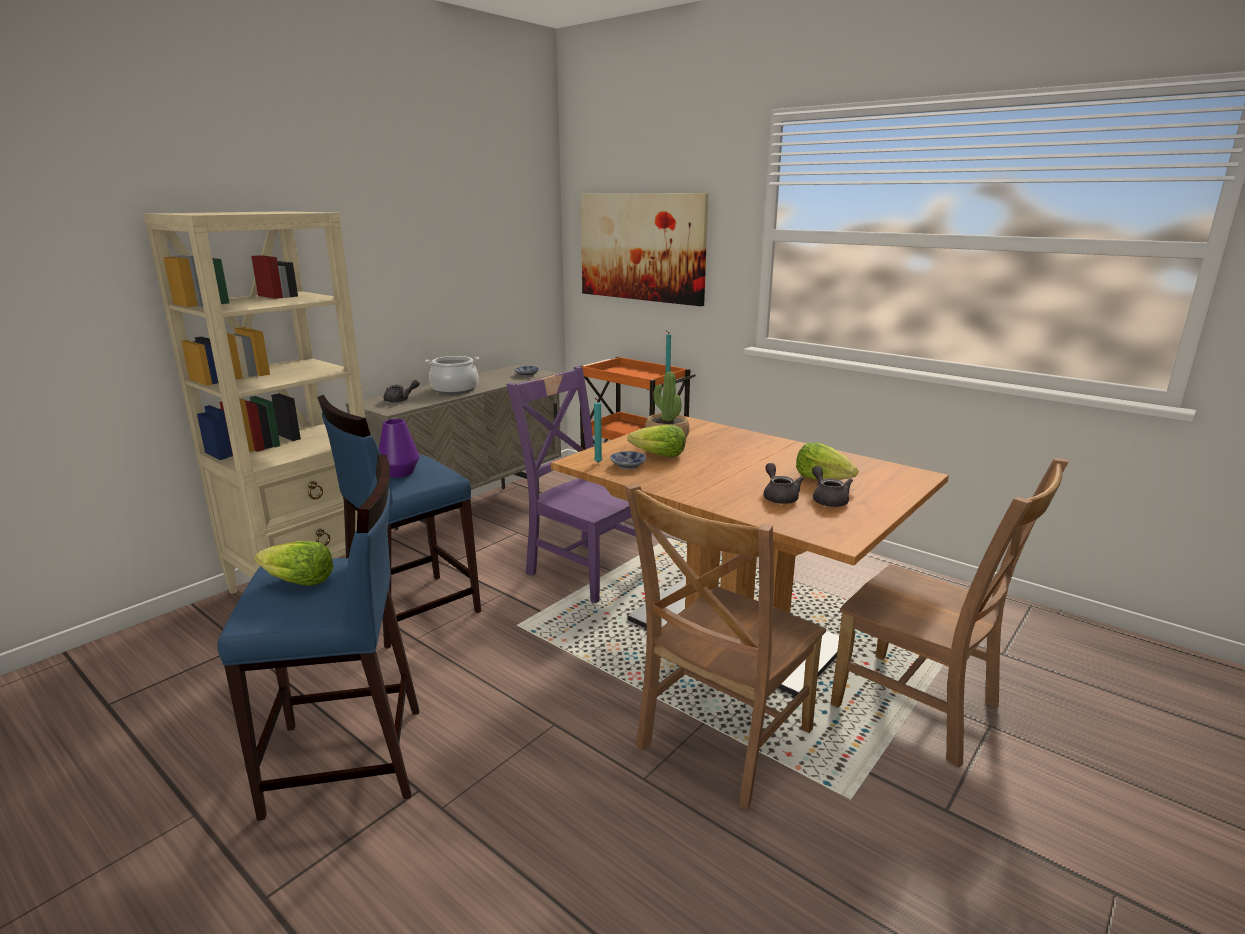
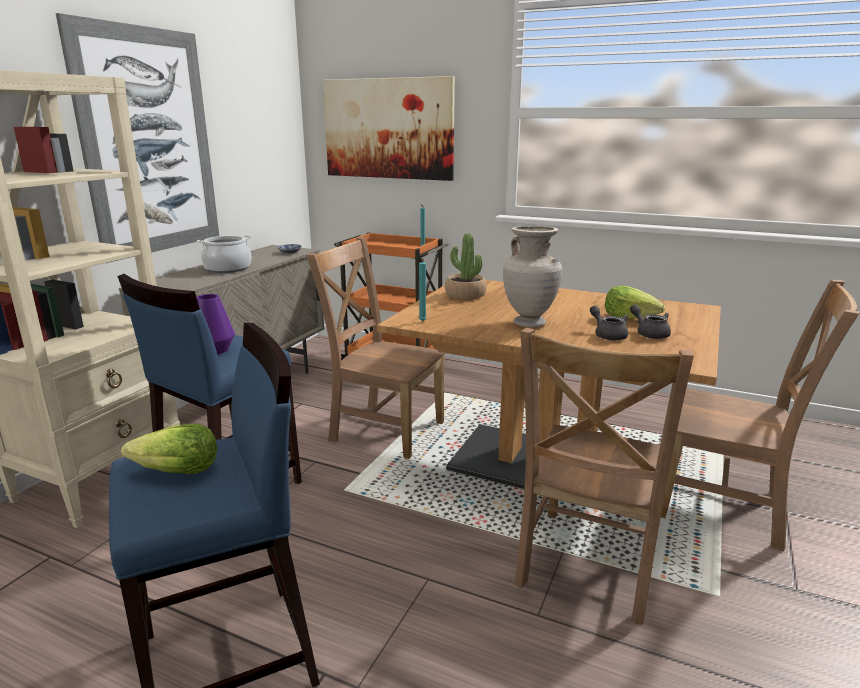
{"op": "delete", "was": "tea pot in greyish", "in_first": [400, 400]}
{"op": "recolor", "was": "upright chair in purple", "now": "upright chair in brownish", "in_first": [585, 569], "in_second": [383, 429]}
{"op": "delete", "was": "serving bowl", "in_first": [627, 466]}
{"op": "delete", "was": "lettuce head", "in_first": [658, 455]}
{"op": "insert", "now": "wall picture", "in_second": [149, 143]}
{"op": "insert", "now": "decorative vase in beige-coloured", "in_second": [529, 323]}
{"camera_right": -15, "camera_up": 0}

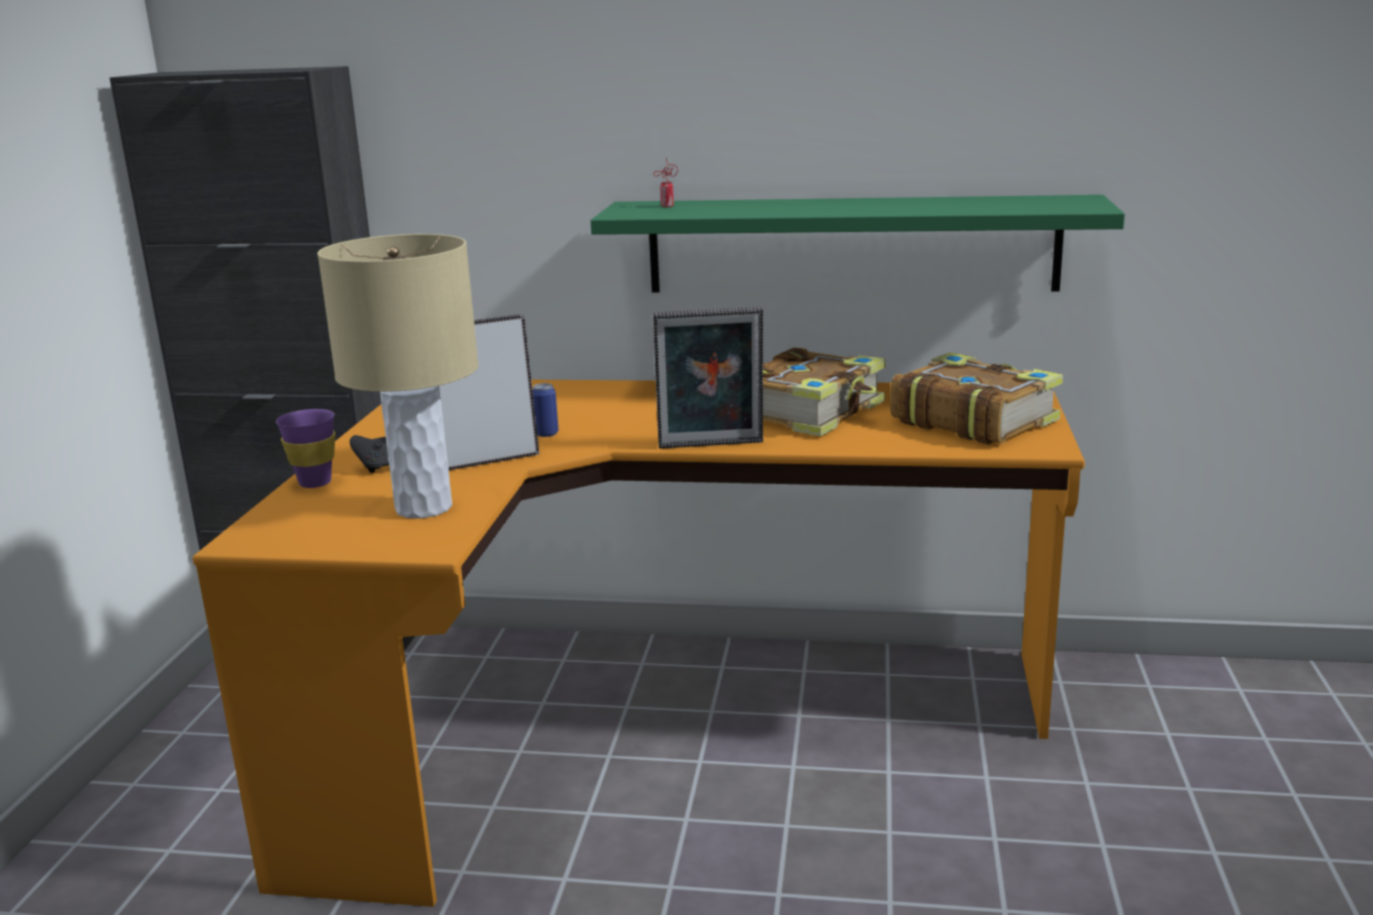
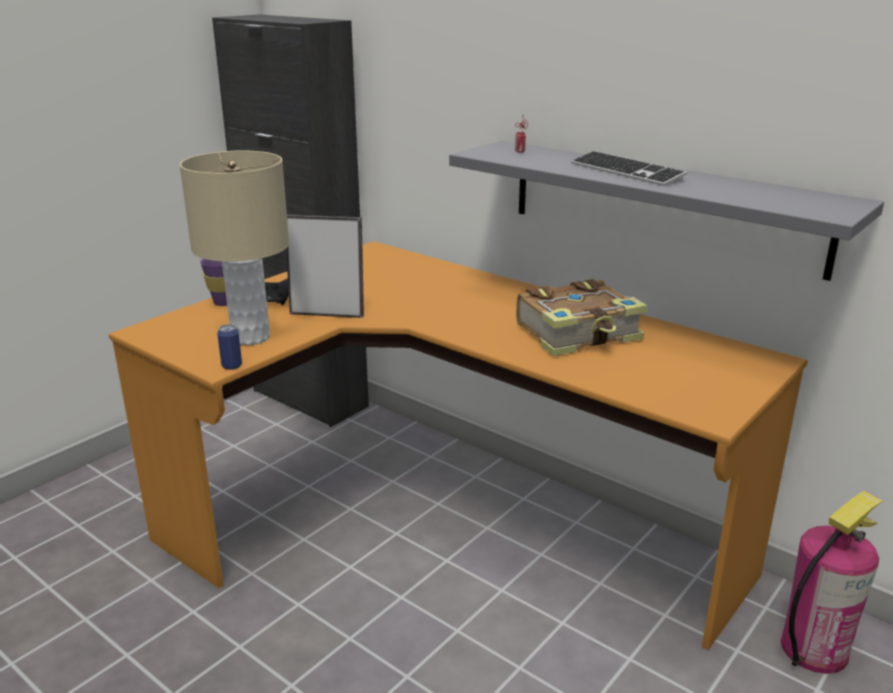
{"op": "move", "was": "metal can", "in_first": [546, 433], "in_second": [232, 366]}
{"op": "recolor", "was": "wall shelf in green", "now": "wall shelf in greyish", "in_first": [851, 245], "in_second": [661, 205]}
{"op": "delete", "was": "picture frame", "in_first": [711, 446]}
{"op": "delete", "was": "volume", "in_first": [972, 420]}
{"op": "insert", "now": "PC keyboard", "in_second": [626, 171]}
{"op": "insert", "now": "fire extinguisher", "in_second": [813, 648]}
{"camera_right": 30, "camera_up": 5}

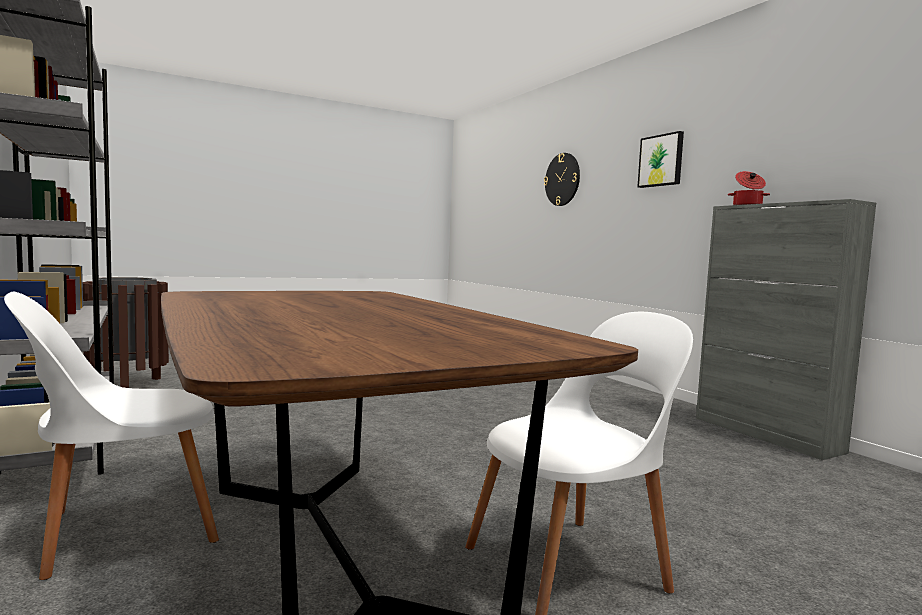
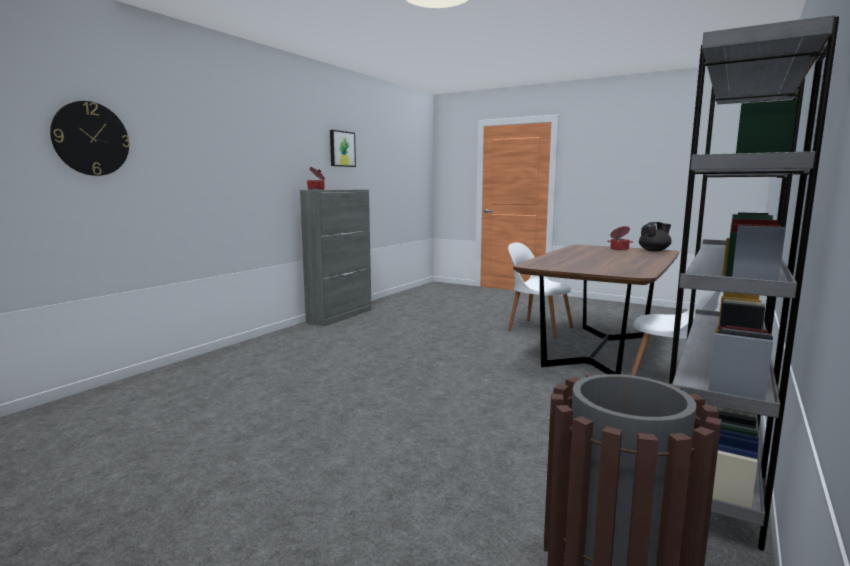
{"op": "move", "was": "wall picture", "in_first": [661, 160], "in_second": [341, 149]}
{"op": "insert", "now": "cooking pot", "in_second": [619, 249]}
{"op": "insert", "now": "tea pot in black", "in_second": [654, 251]}
{"camera_right": -120, "camera_up": 5}

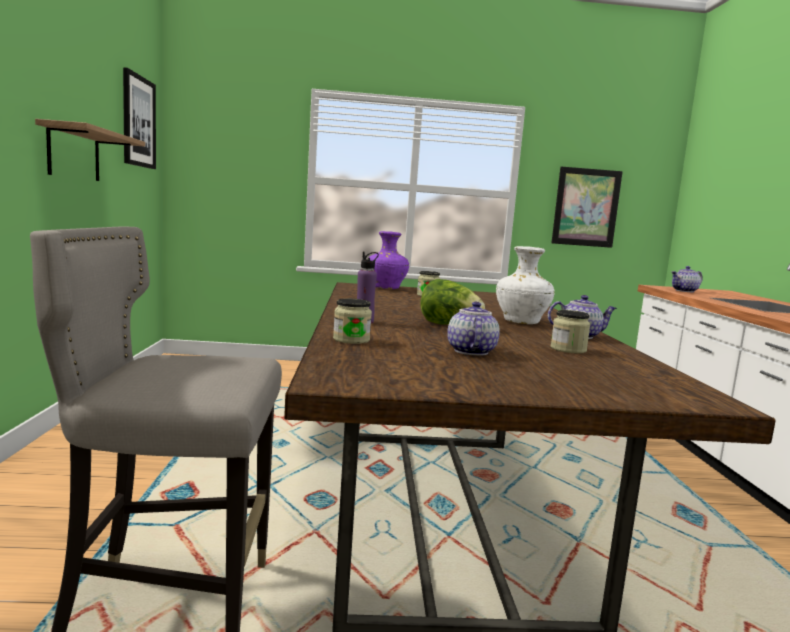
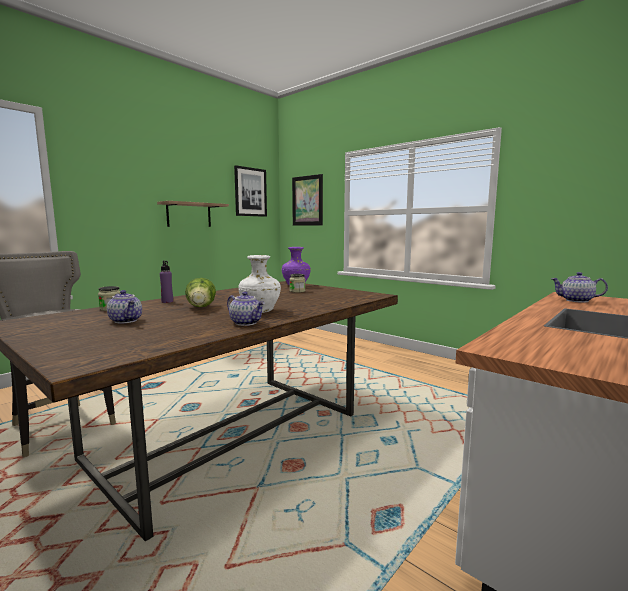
{"op": "rotate", "was": "tea pot", "in_first": [469, 351], "in_second": [126, 321], "clockwise": 90}
{"op": "move", "was": "wall picture", "in_first": [586, 207], "in_second": [307, 200]}
{"op": "delete", "was": "preserve jar", "in_first": [568, 349]}
{"camera_right": 45, "camera_up": 0}

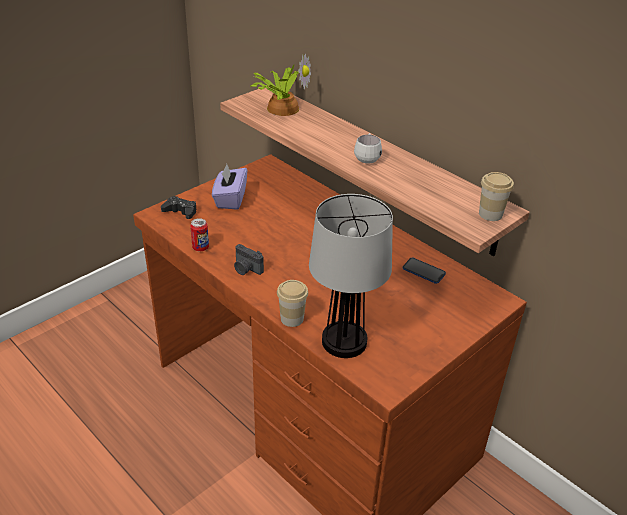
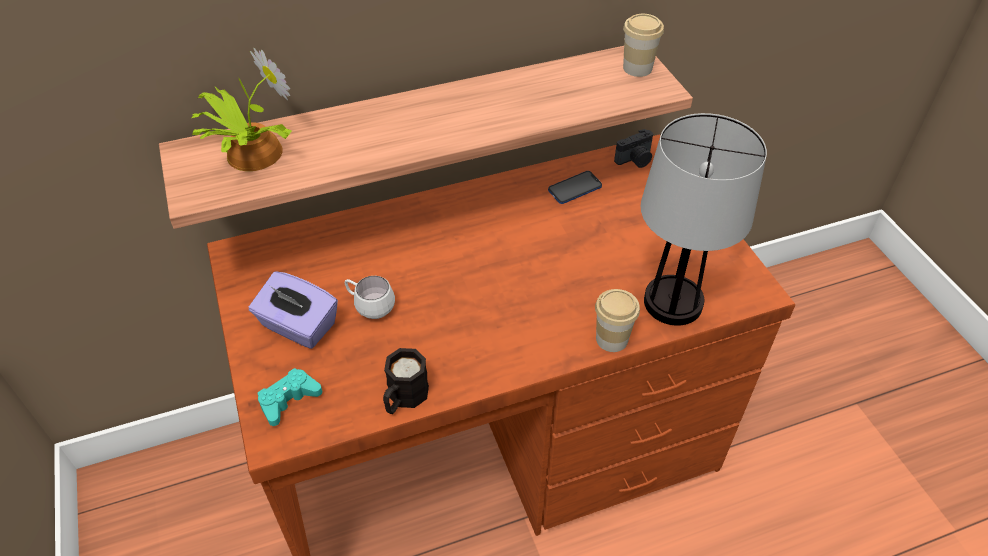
{"op": "recolor", "was": "gamepad in black", "now": "gamepad in turquoise-coloured", "in_first": [180, 211], "in_second": [289, 400]}
{"op": "replace", "was": "metal can", "now": "mug in black", "in_first": [200, 248], "in_second": [404, 398]}
{"op": "move", "was": "still camera", "in_first": [246, 269], "in_second": [635, 160]}
{"op": "move", "was": "mug in white-coloured", "in_first": [367, 157], "in_second": [369, 307]}
{"camera_right": -65, "camera_up": 10}

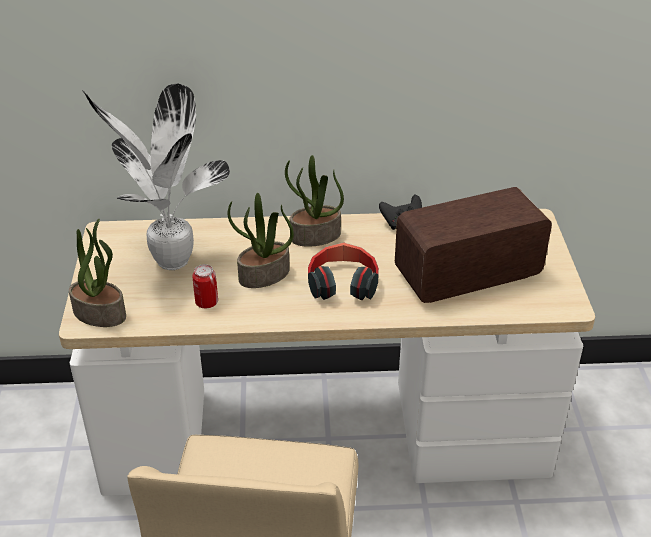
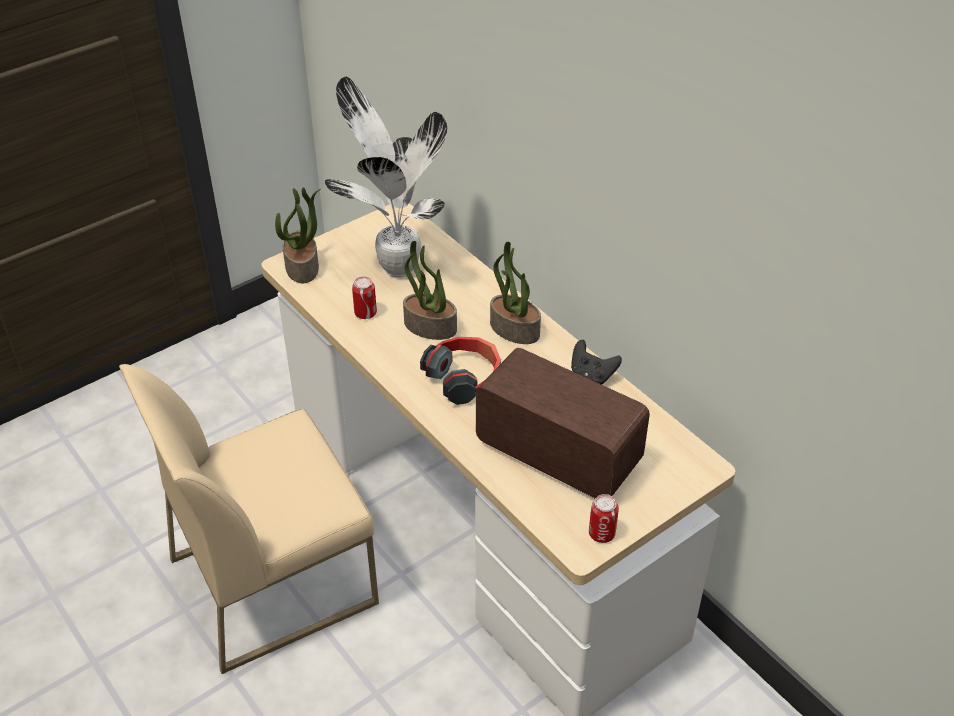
{"op": "insert", "now": "metal can", "in_second": [601, 534]}
{"camera_right": 55, "camera_up": 5}

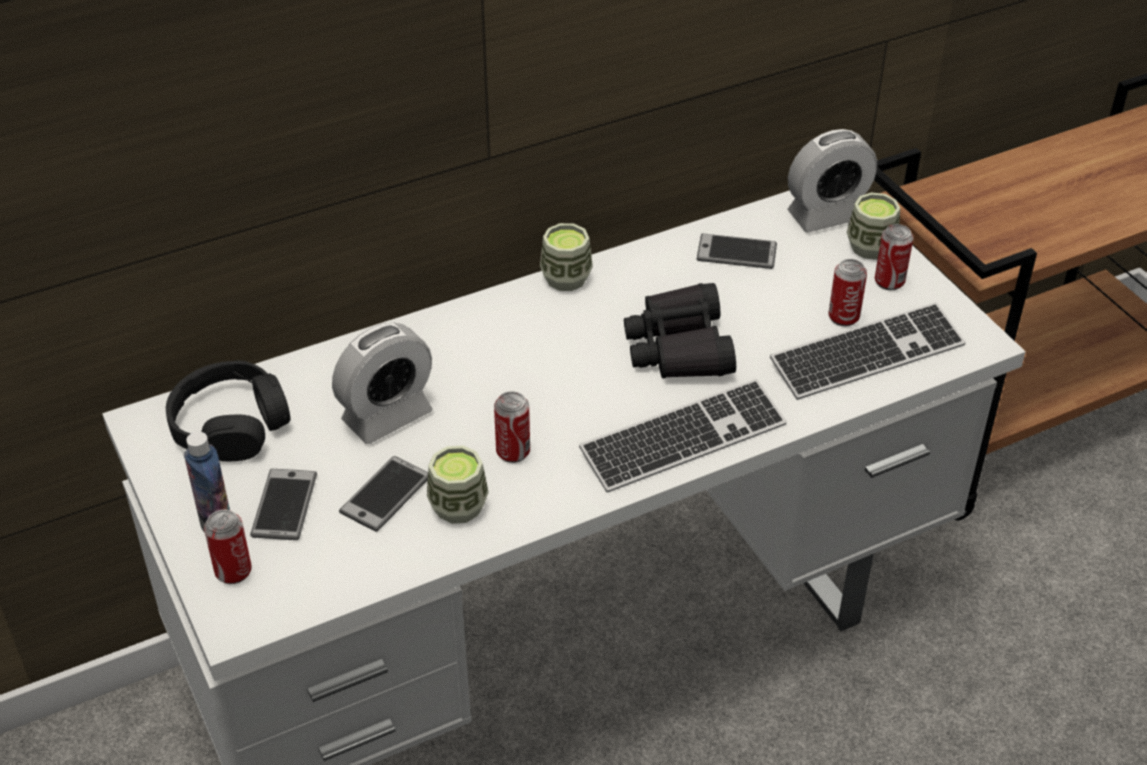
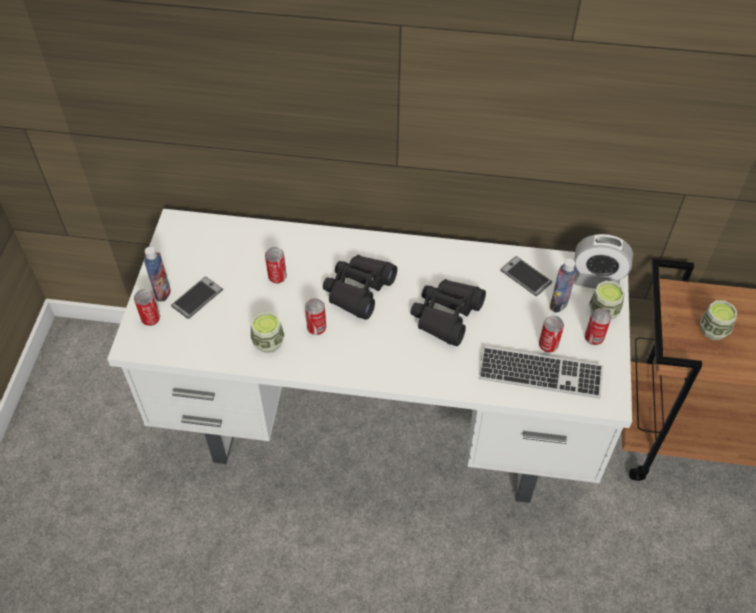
{"op": "delete", "was": "headset in black", "in_first": [230, 425]}
{"op": "replace", "was": "bedside clock", "now": "metal can", "in_first": [387, 416], "in_second": [277, 277]}
{"op": "delete", "was": "telephone", "in_first": [385, 494]}
{"op": "move", "was": "small cup", "in_first": [566, 278], "in_second": [713, 330]}
{"op": "delete", "was": "PC keyboard", "in_first": [683, 439]}
{"op": "insert", "now": "pair of binoculars in black", "in_second": [358, 290]}
{"op": "insert", "now": "bottle", "in_second": [559, 303]}
{"camera_right": 35, "camera_up": 10}

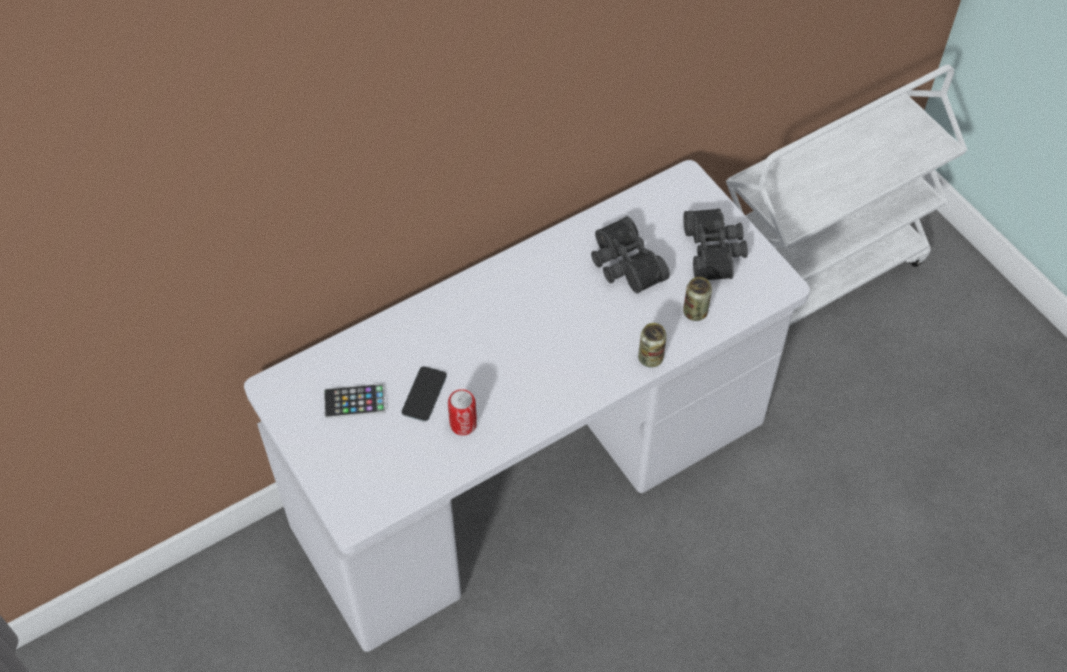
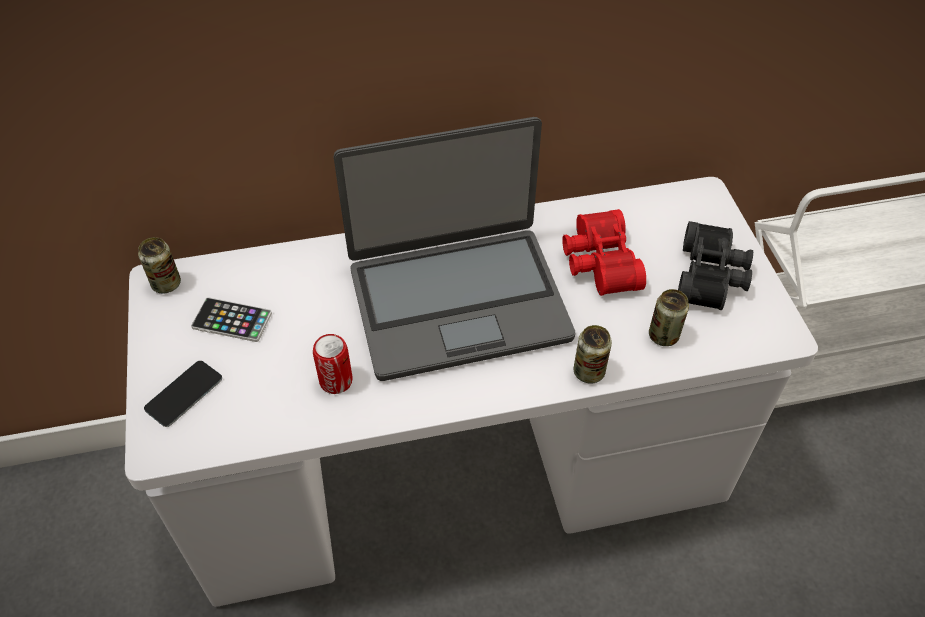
{"op": "move", "was": "telephone", "in_first": [424, 394], "in_second": [184, 394]}
{"op": "recolor", "was": "pair of binoculars in black", "now": "pair of binoculars in red-coloured", "in_first": [623, 265], "in_second": [597, 263]}
{"op": "insert", "now": "metal can", "in_second": [166, 284]}
{"op": "insert", "now": "laptop", "in_second": [458, 301]}
{"camera_right": 20, "camera_up": -5}

